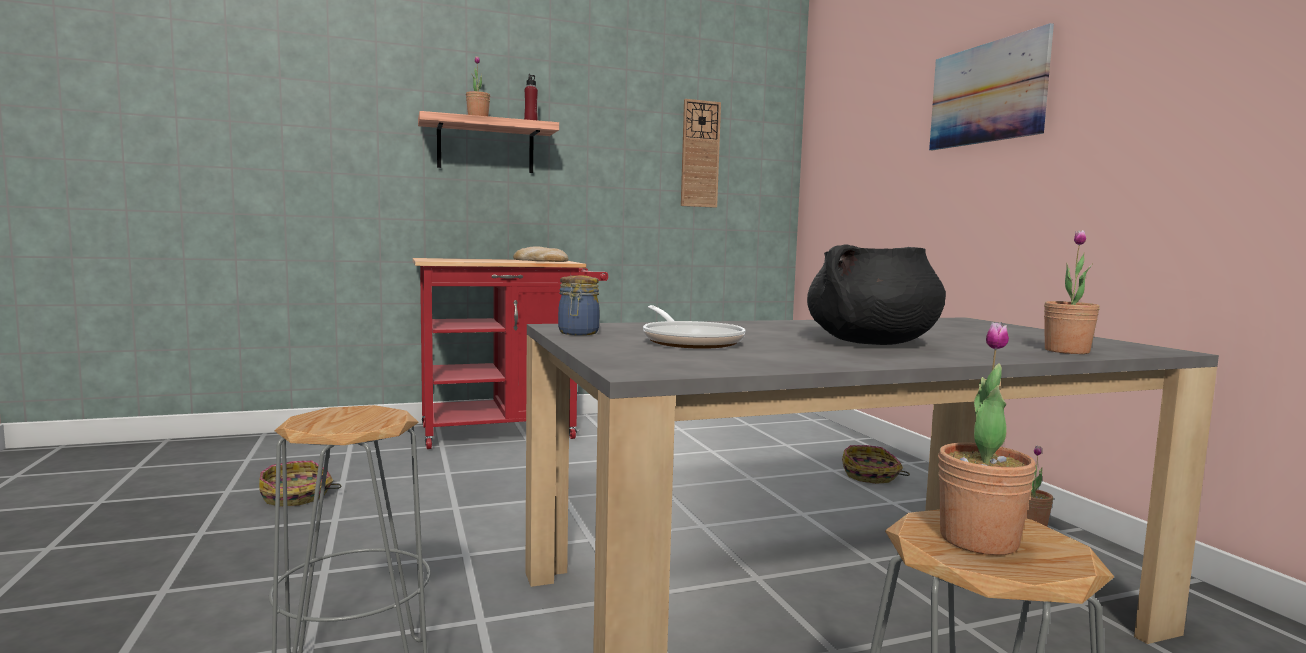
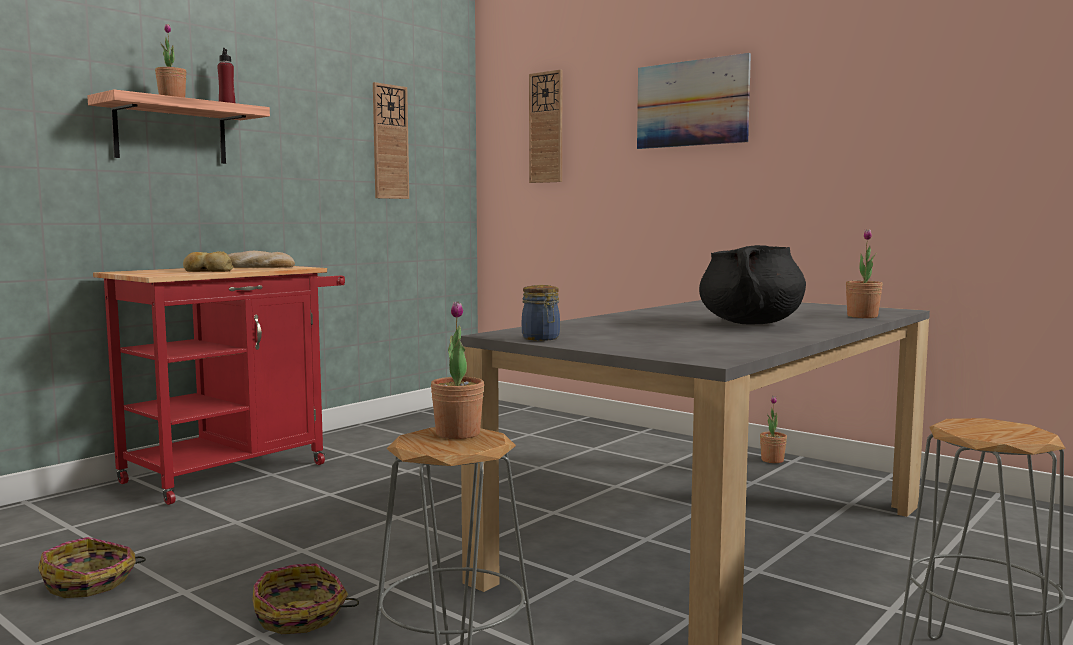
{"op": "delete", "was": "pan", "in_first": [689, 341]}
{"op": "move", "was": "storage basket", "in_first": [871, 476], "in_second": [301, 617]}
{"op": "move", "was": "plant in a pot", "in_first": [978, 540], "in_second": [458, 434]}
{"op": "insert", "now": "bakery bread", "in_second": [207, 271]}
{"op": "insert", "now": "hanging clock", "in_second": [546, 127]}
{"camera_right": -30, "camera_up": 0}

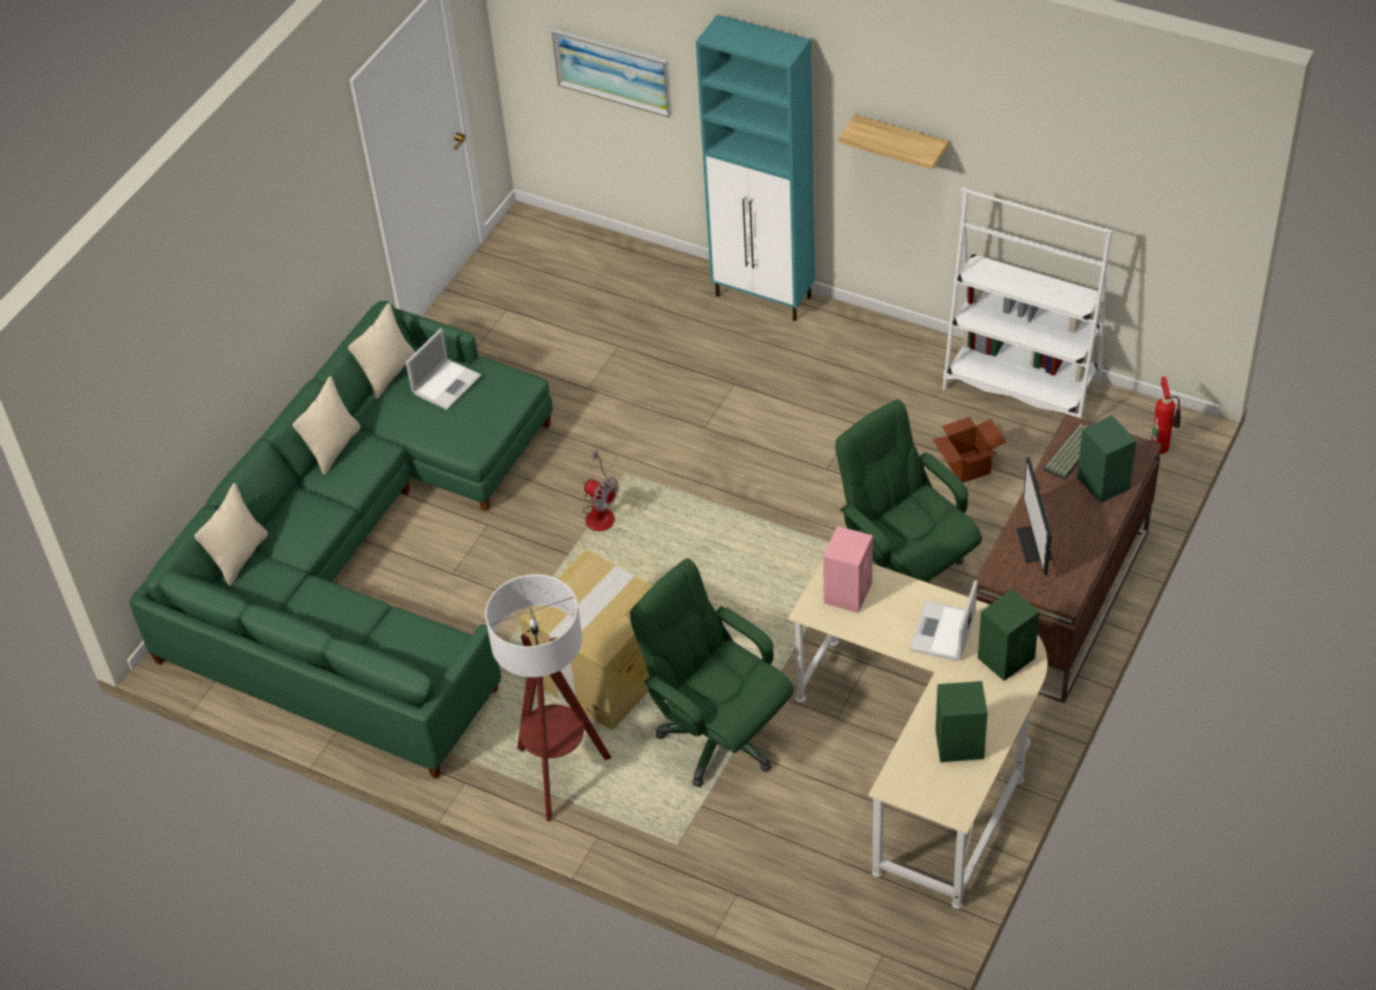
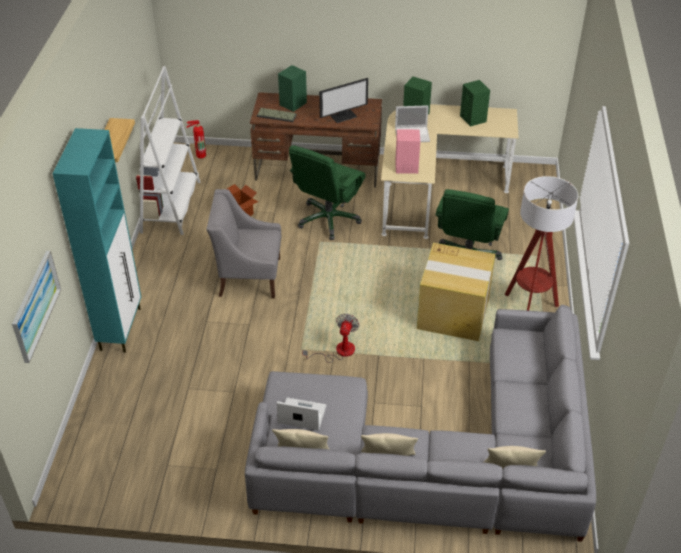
{"op": "recolor", "was": "settee in green", "now": "settee in greyish", "in_first": [362, 561], "in_second": [436, 458]}
{"op": "insert", "now": "lounge chair in greyish", "in_second": [248, 276]}
{"camera_right": -115, "camera_up": -5}

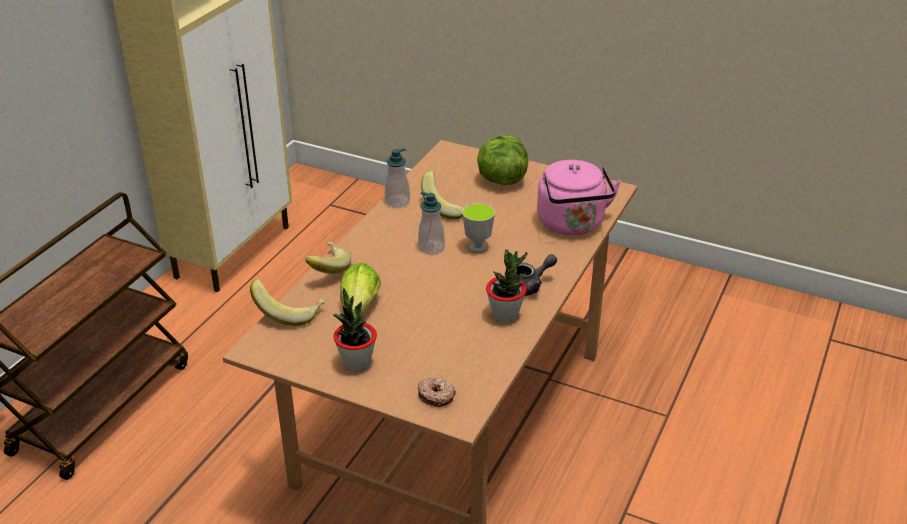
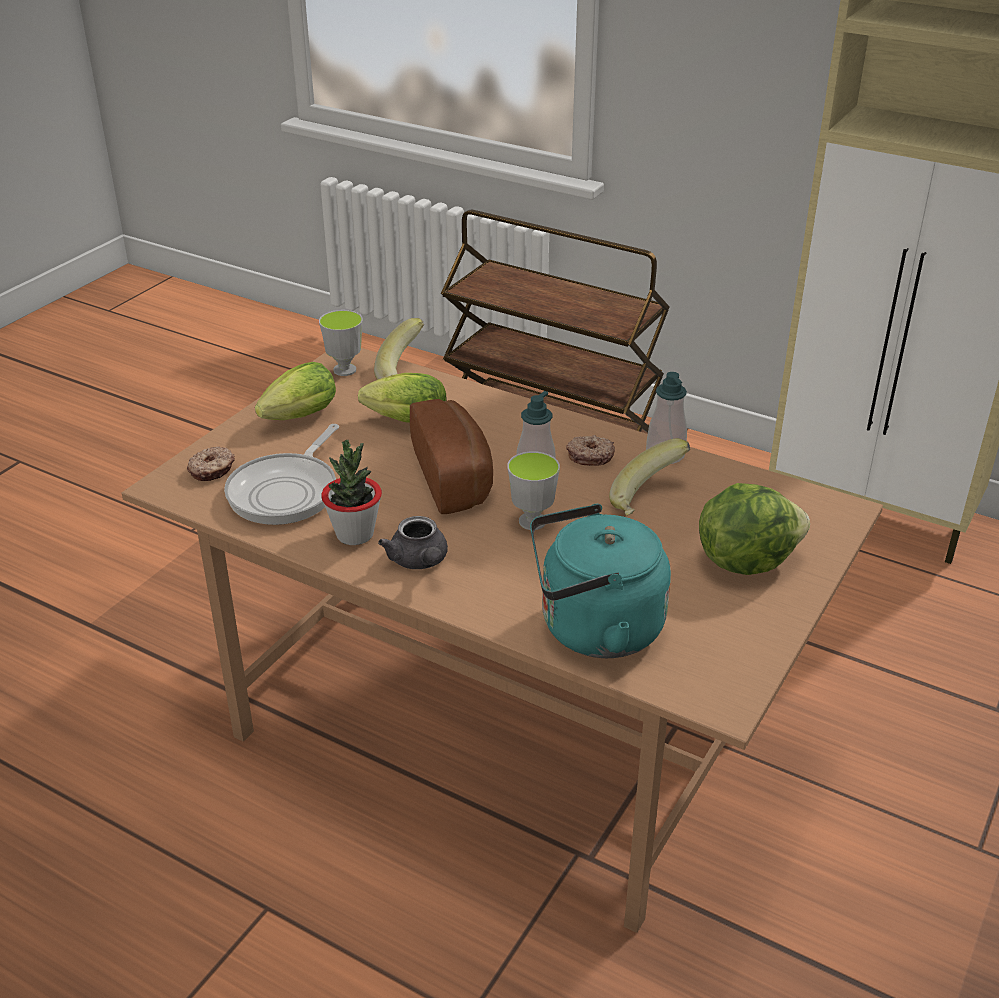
{"op": "delete", "was": "banana", "in_first": [326, 269]}
{"op": "replace", "was": "plant in a pot", "now": "lettuce head", "in_first": [356, 363], "in_second": [296, 418]}
{"op": "recolor", "was": "kettle in pinkish", "now": "kettle in turquoise-coloured", "in_first": [572, 225], "in_second": [593, 629]}
{"op": "insert", "now": "pan", "in_second": [287, 491]}
{"op": "insert", "now": "small cup", "in_second": [344, 370]}
{"op": "insert", "now": "bakery bread", "in_second": [456, 476]}
{"op": "insert", "now": "ring doughnut", "in_second": [590, 456]}
{"camera_right": 95, "camera_up": 0}

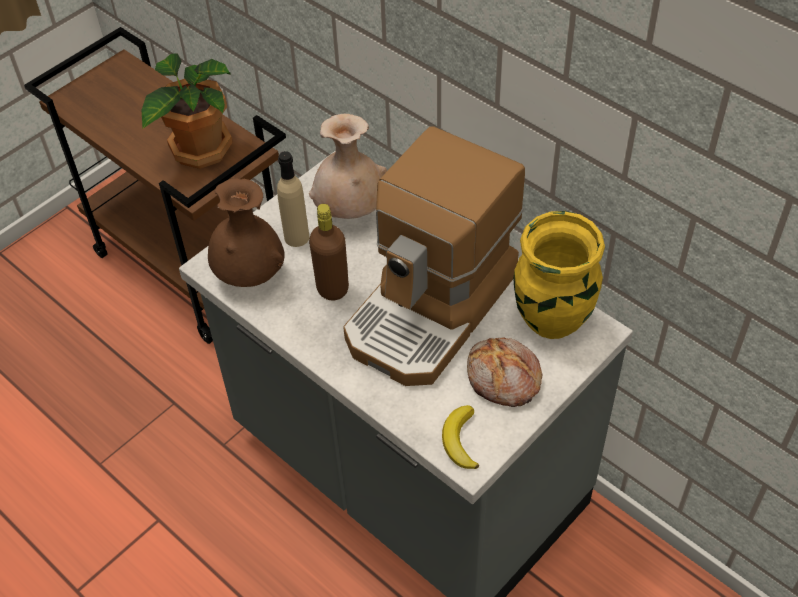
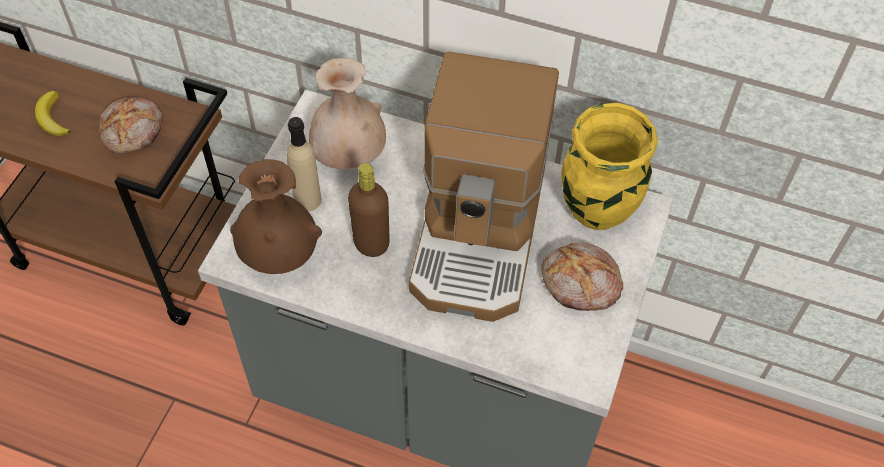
{"op": "replace", "was": "plant in a pot", "now": "bakery bread", "in_first": [199, 149], "in_second": [133, 131]}
{"op": "move", "was": "banana", "in_first": [460, 440], "in_second": [52, 118]}
{"camera_right": -25, "camera_up": 5}

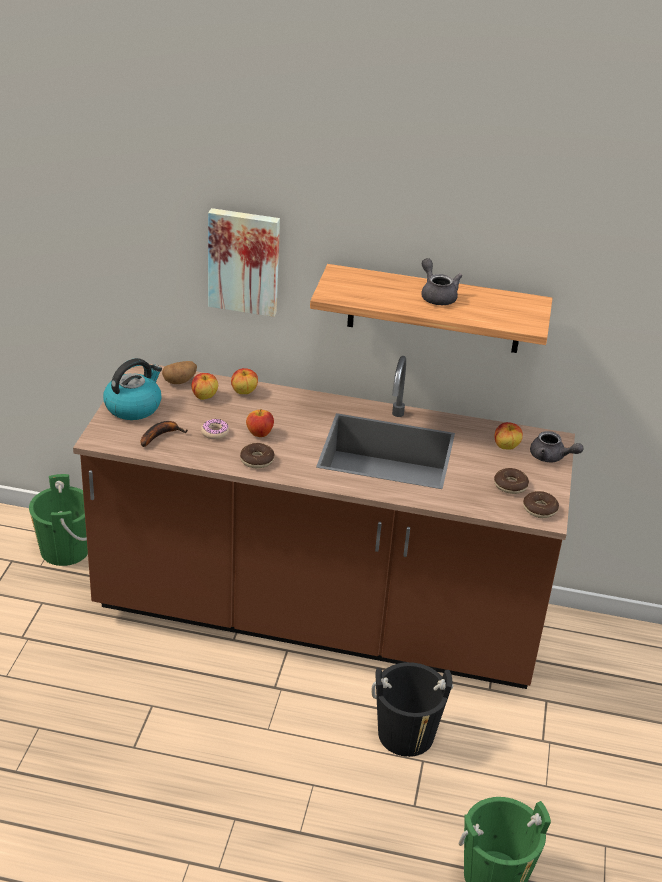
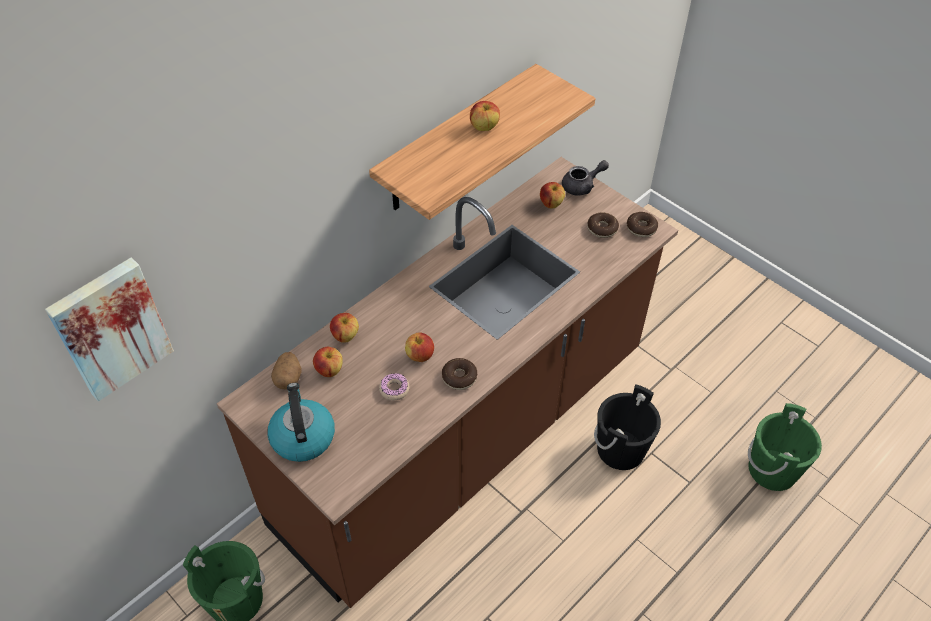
{"op": "delete", "was": "banana", "in_first": [160, 435]}
{"op": "move", "was": "wall picture", "in_first": [244, 261], "in_second": [110, 327]}
{"op": "replace", "was": "tea pot in greyish", "now": "whole apple", "in_first": [437, 295], "in_second": [484, 127]}
{"camera_right": -55, "camera_up": 15}

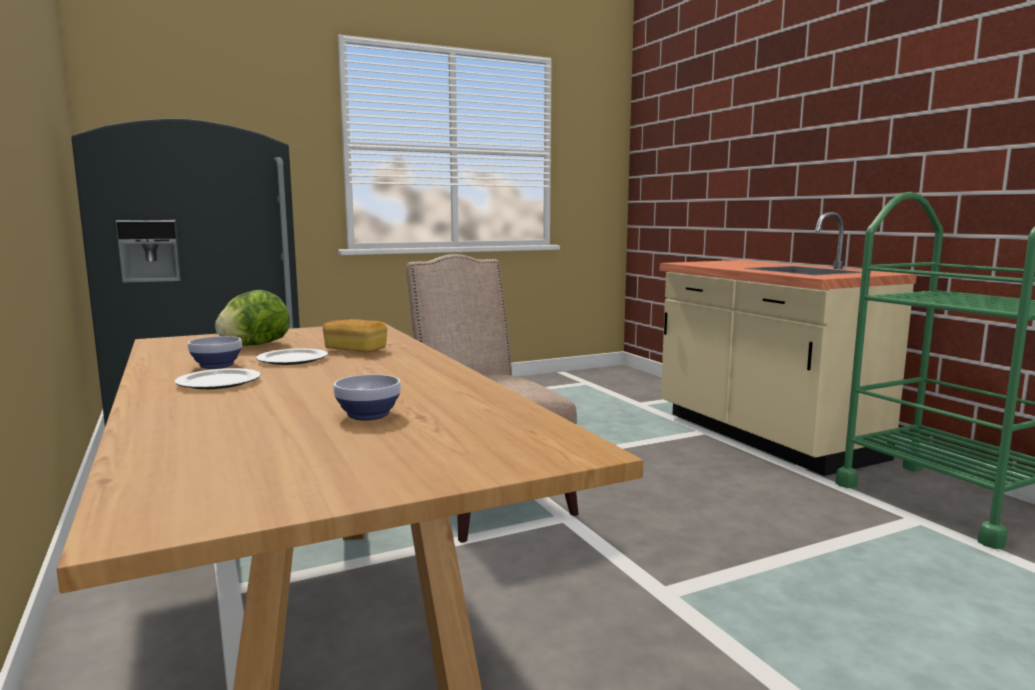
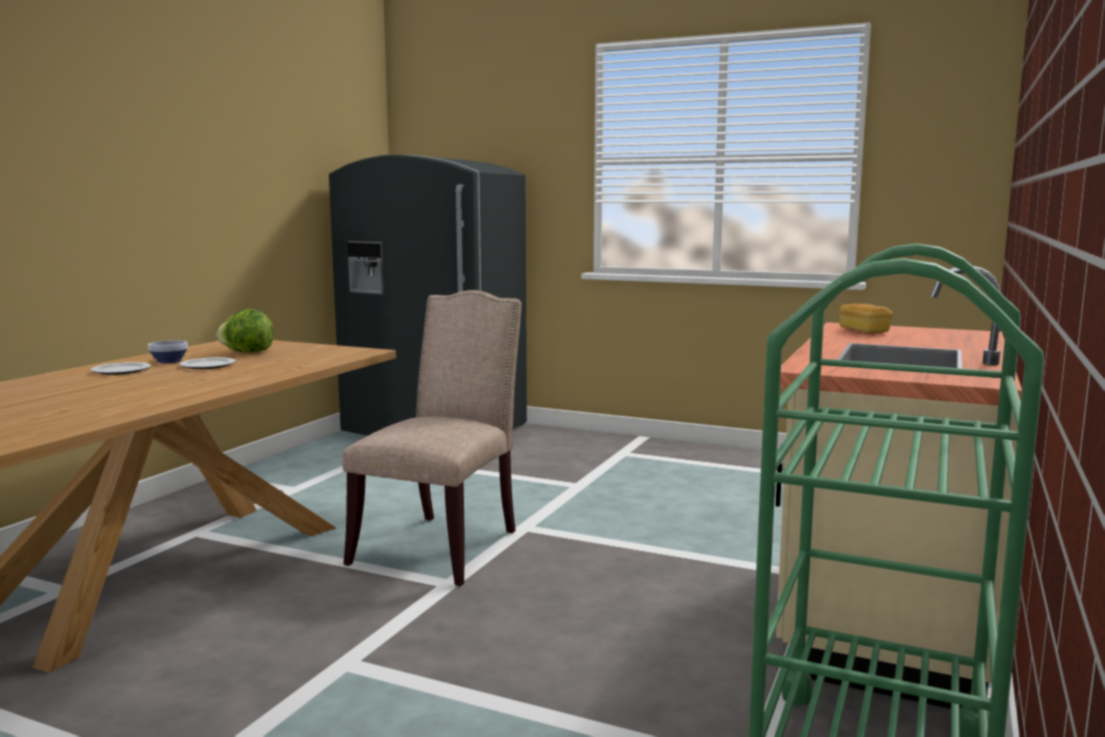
{"op": "move", "was": "bakery bread", "in_first": [355, 350], "in_second": [863, 331]}
{"op": "delete", "was": "serving bowl", "in_first": [367, 415]}
{"camera_right": 50, "camera_up": 0}

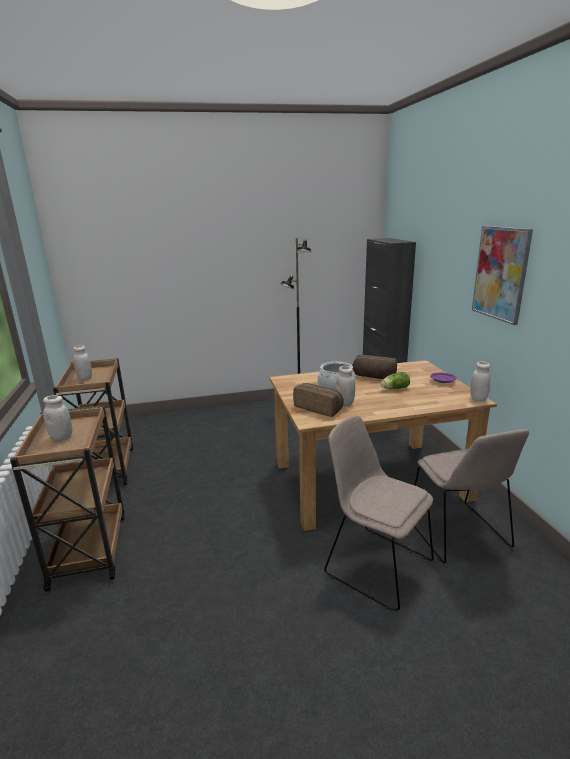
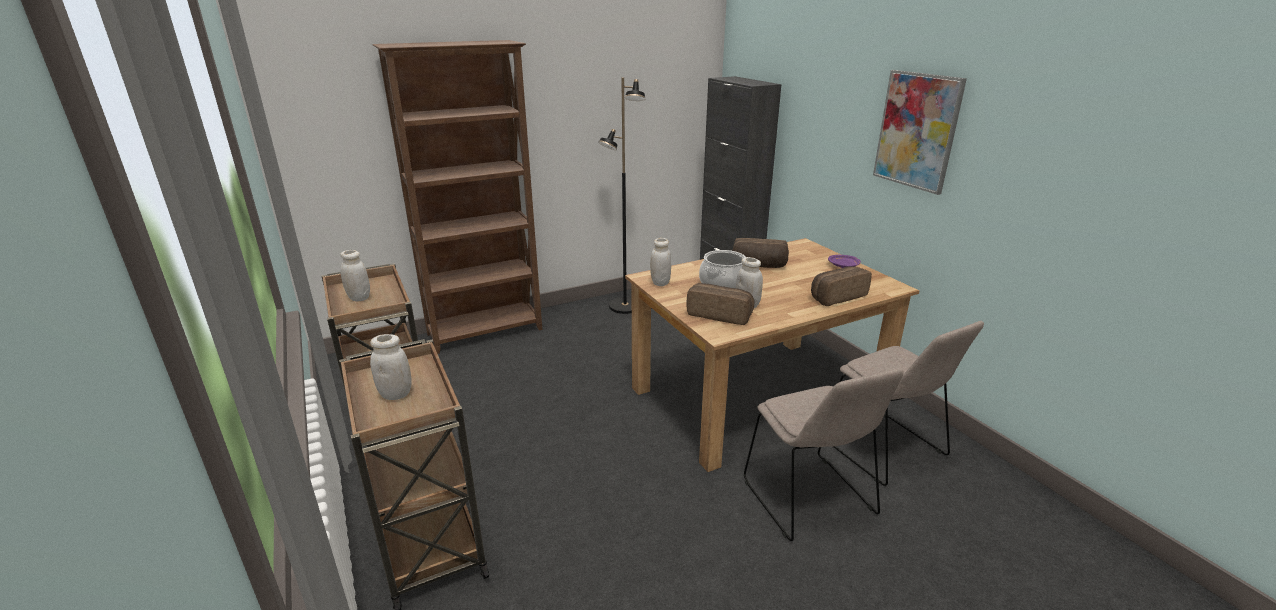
{"op": "rotate", "was": "upright chair in beige-coloured", "in_first": [375, 565], "in_second": [810, 500], "clockwise": -135}
{"op": "delete", "was": "lettuce head", "in_first": [394, 389]}
{"op": "move", "was": "preserve jar in white-coloured", "in_first": [478, 399], "in_second": [660, 283]}
{"op": "insert", "now": "bookcase in brownish", "in_second": [486, 332]}
{"op": "insert", "now": "bakery bread", "in_second": [836, 296]}
{"camera_right": -15, "camera_up": 5}

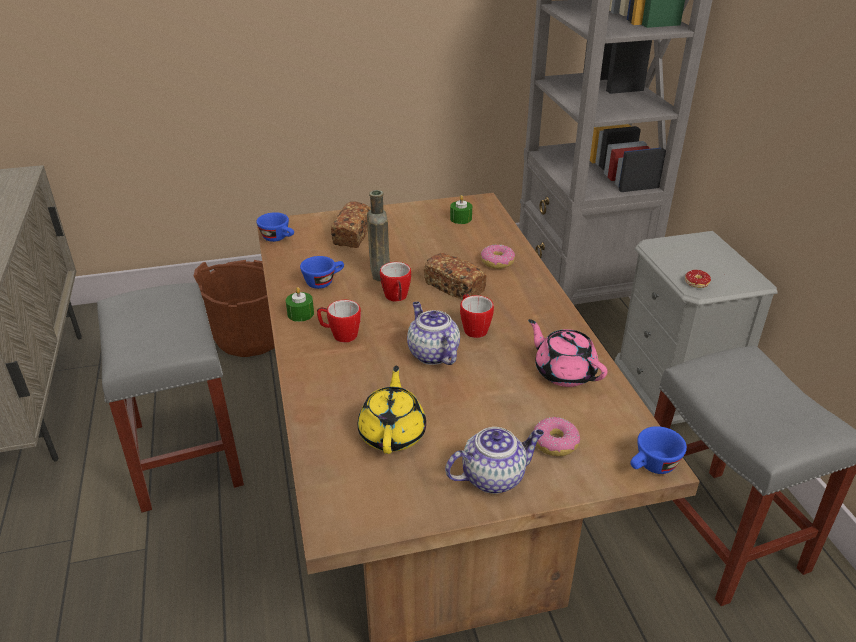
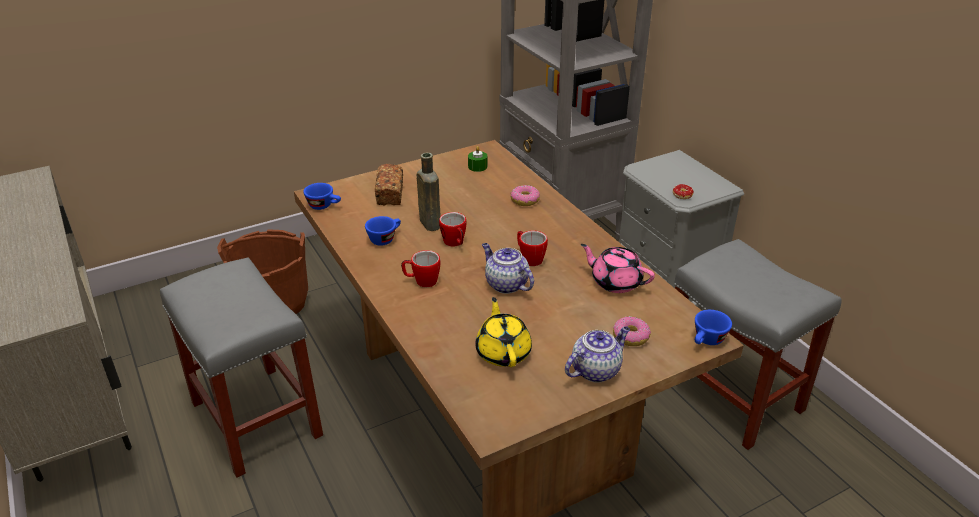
{"op": "delete", "was": "candle in green", "in_first": [300, 314]}
{"op": "delete", "was": "bakery bread", "in_first": [455, 287]}
{"camera_right": -15, "camera_up": 0}

